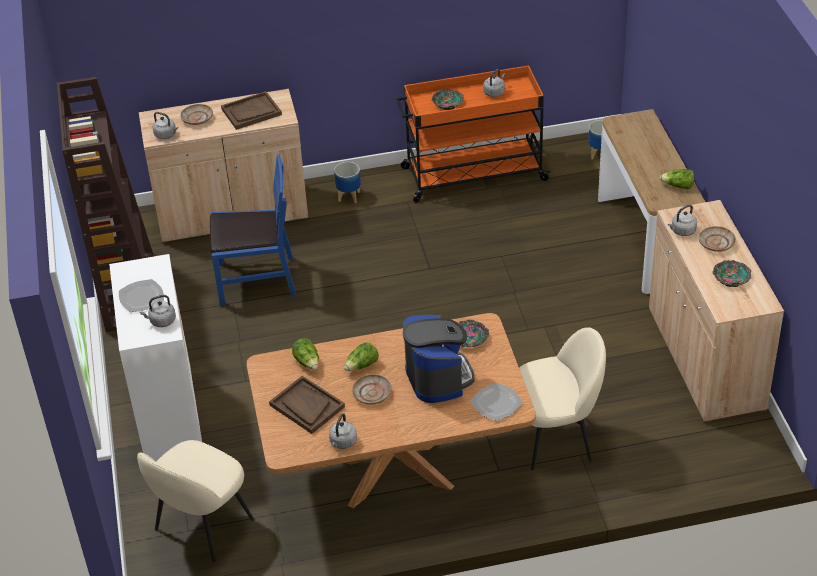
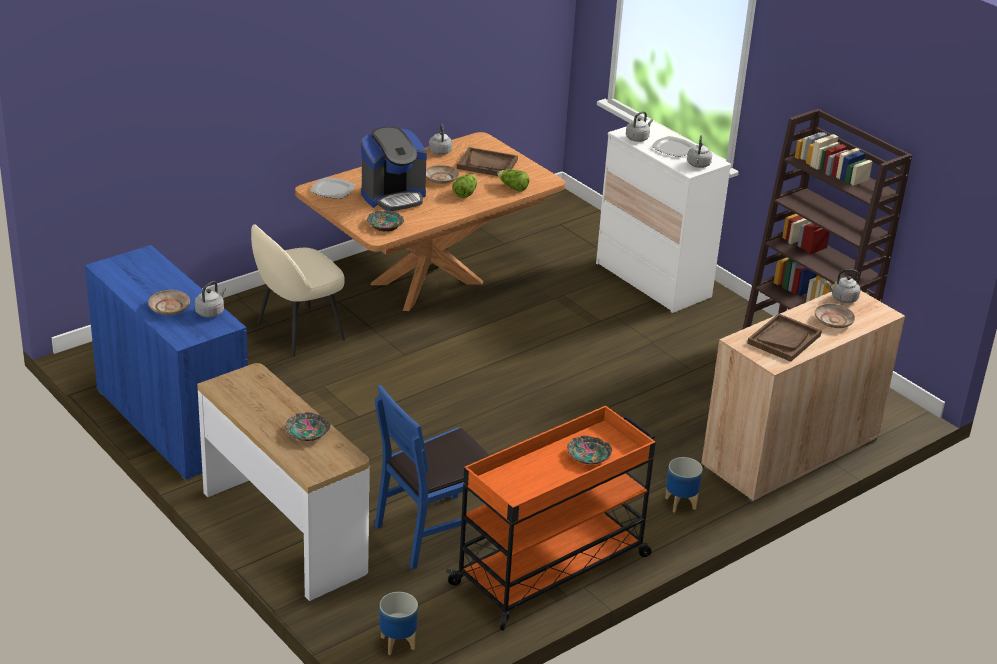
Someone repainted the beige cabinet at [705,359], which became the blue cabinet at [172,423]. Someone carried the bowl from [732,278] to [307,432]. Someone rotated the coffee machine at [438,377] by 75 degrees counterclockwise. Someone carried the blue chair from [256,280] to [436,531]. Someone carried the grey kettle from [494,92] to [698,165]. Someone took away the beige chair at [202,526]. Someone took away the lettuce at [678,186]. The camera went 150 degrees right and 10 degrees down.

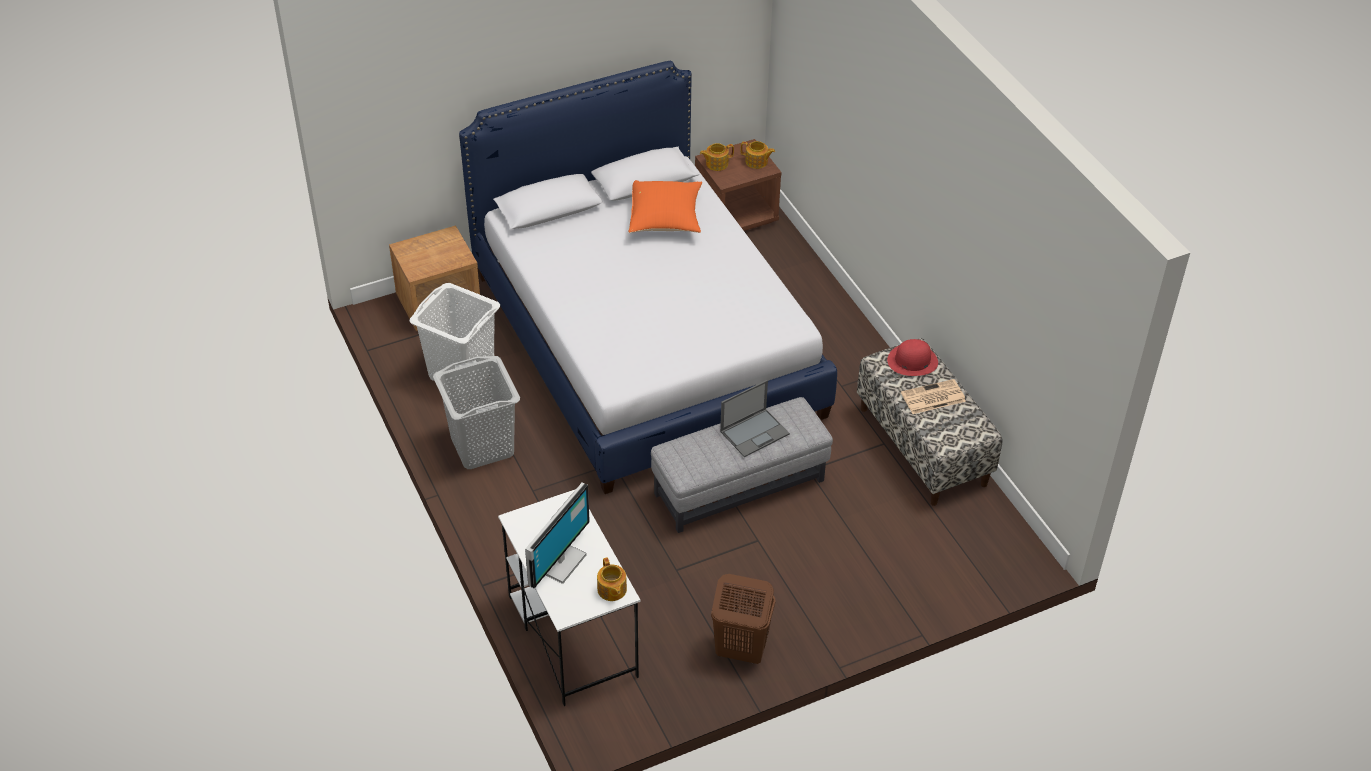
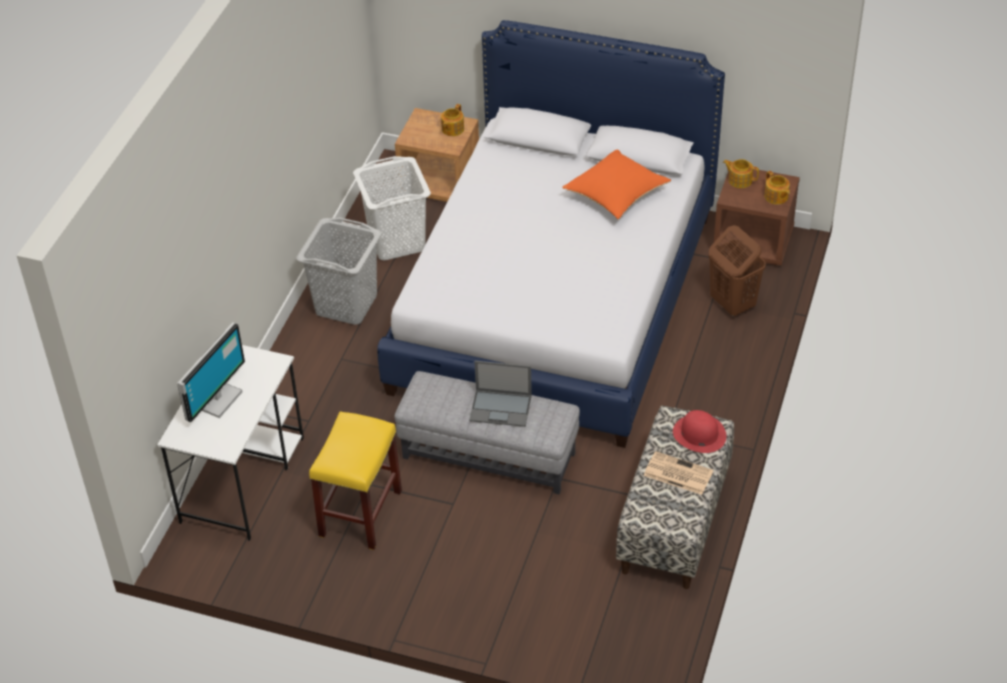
Someone rotated the monitor at [559,562] by 45 degrees counterclockwise. Someone put down the yellow stool at [361,514]. Someone carried the teapot from [611,590] to [452,129]. Someone carried the brown laundry basket from [740,650] to [732,304]. The camera went 45 degrees right and 0 degrees up.

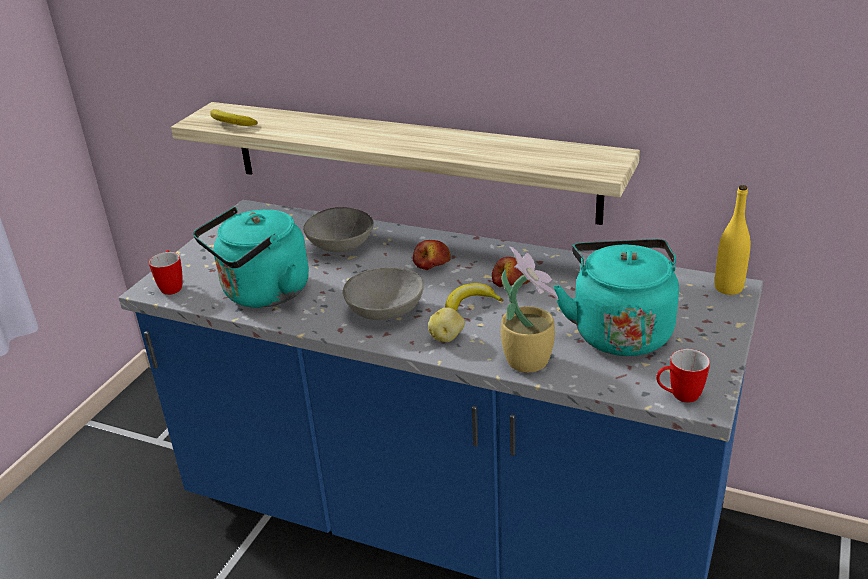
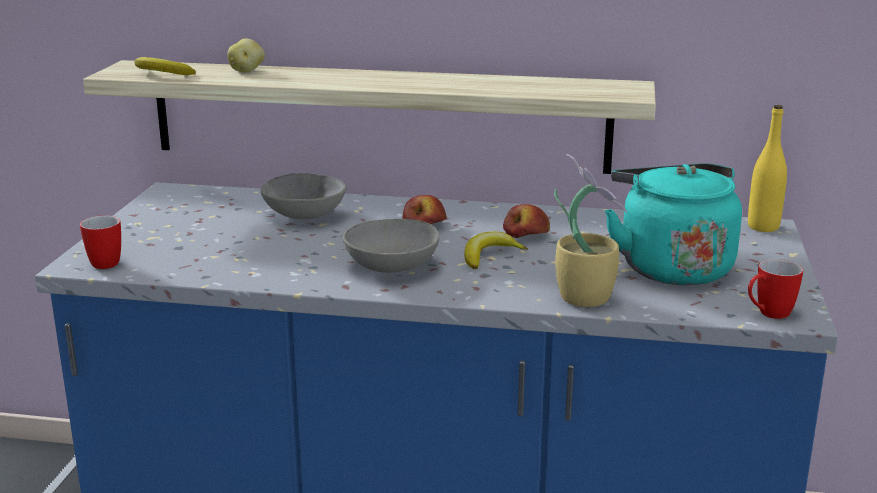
Someone carried the potato from [447,337] to [247,71]. Someone took away the turquoise kettle at [262,294]. The camera went 15 degrees left and 10 degrees down.

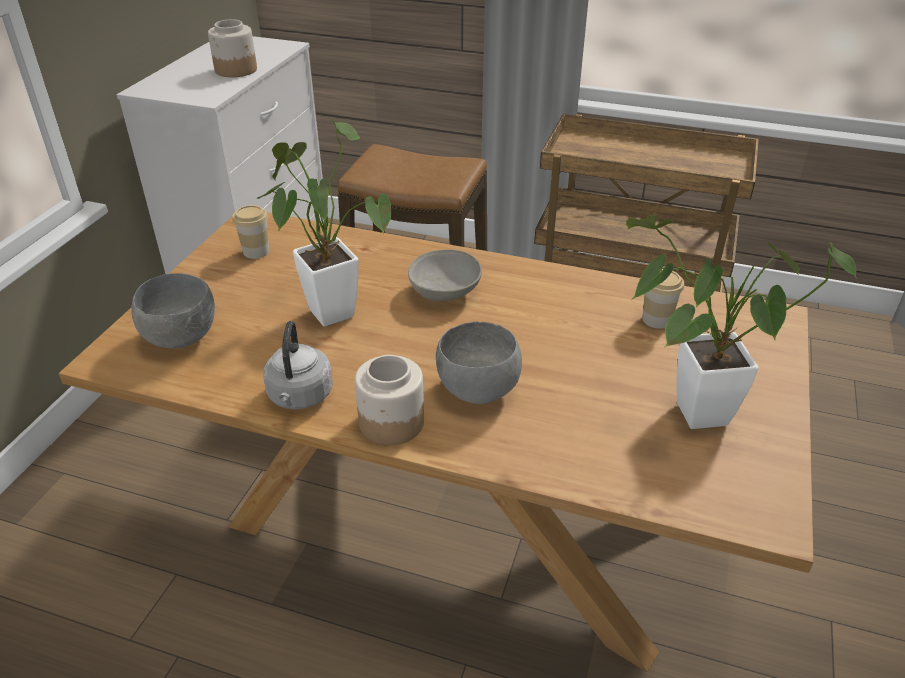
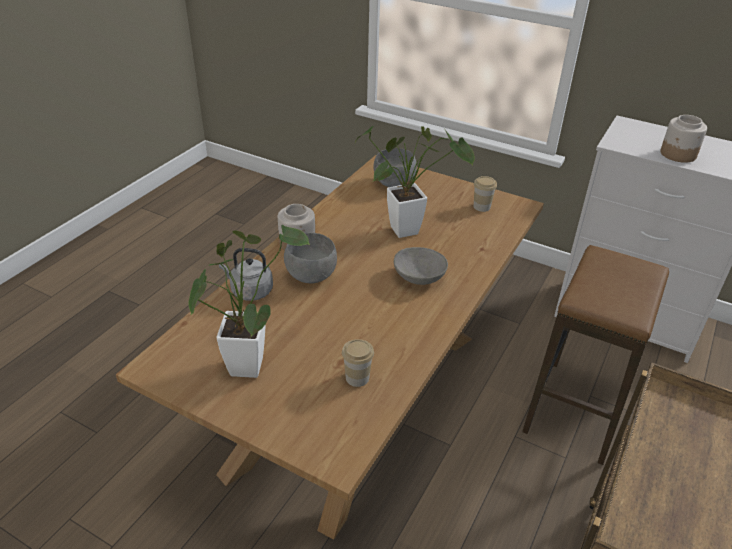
Someone carried the grey kettle from [300,397] to [249,291]. The camera went 100 degrees right and 0 degrees up.

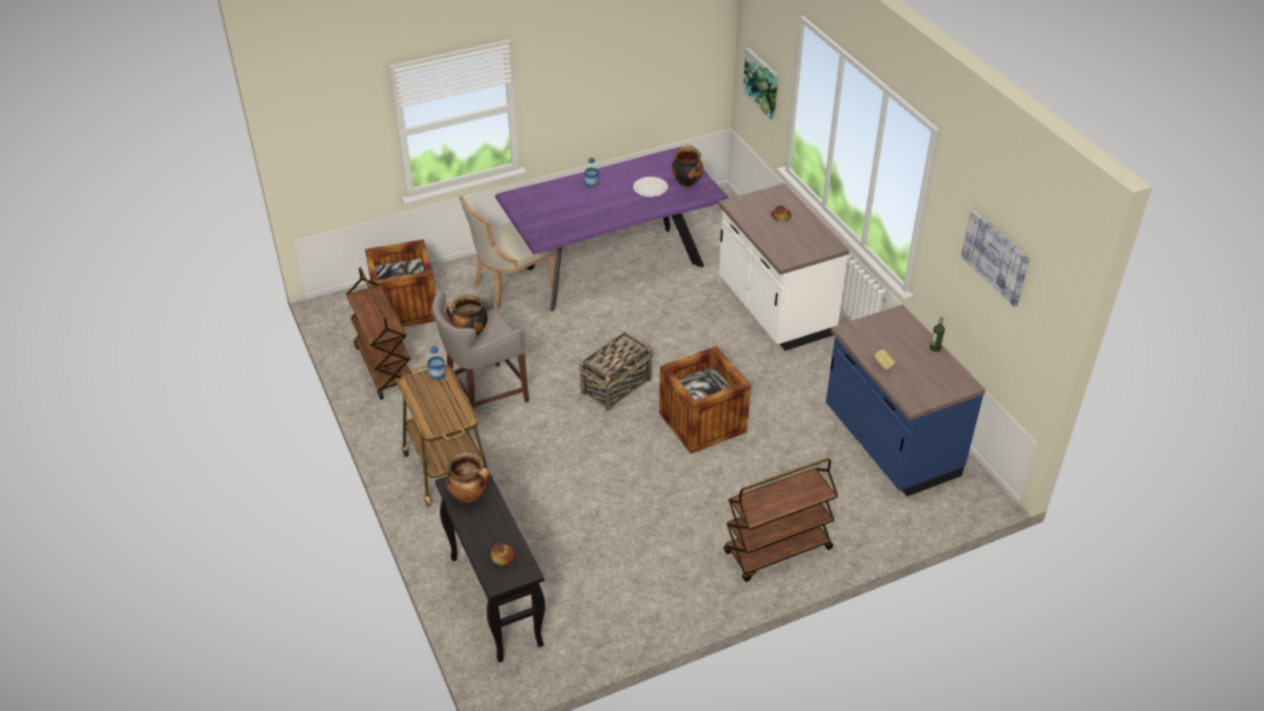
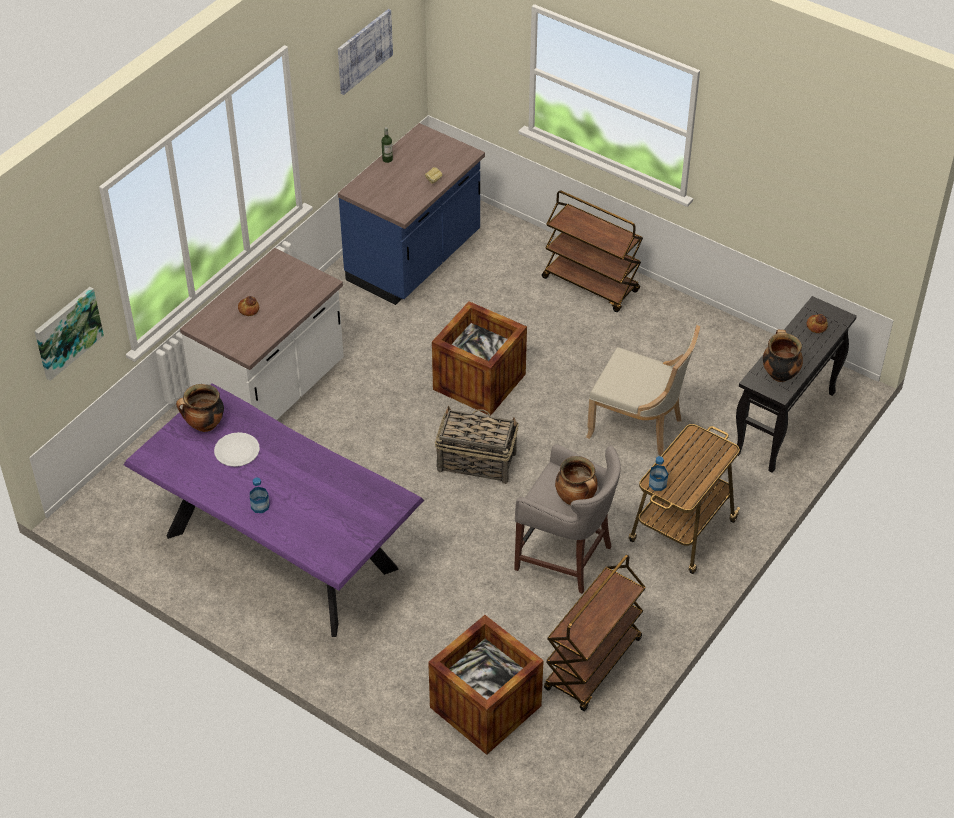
Someone carried the beige chair from [510,286] to [639,427]. The camera went 120 degrees left and 5 degrees up.

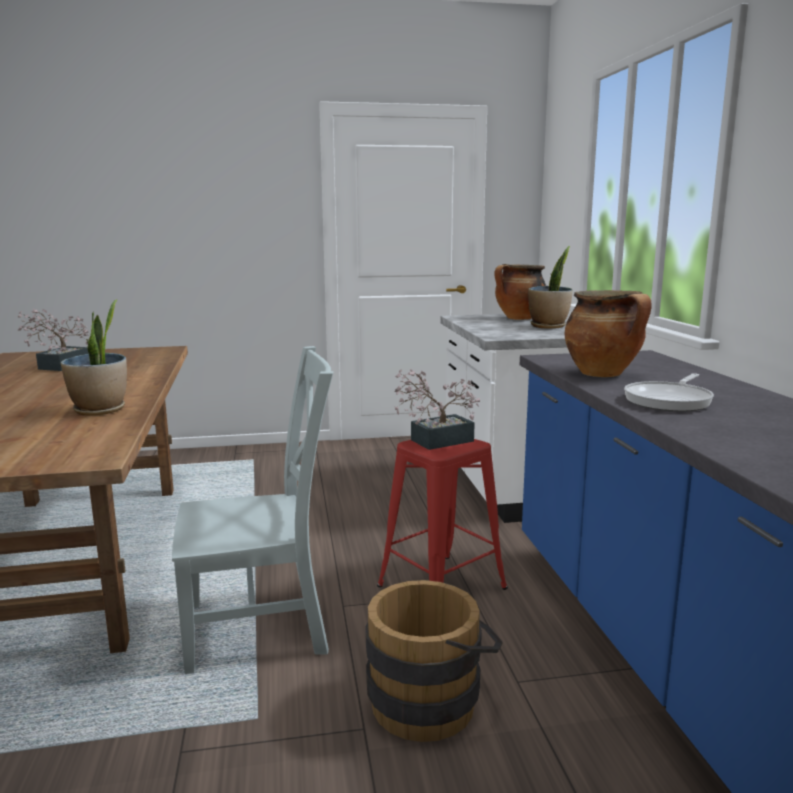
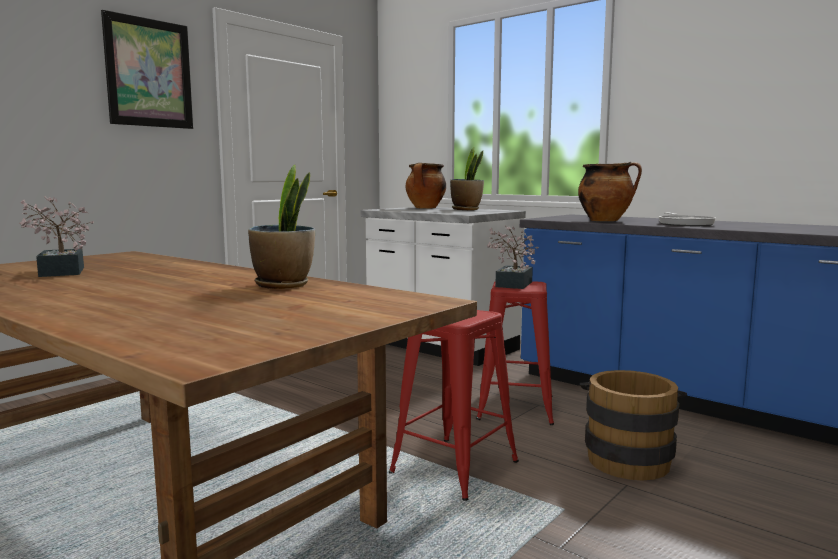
Someone put up the picture at [149,73]. Someone swapped the grey chair at [263,627] for the red stool at [455,467]. The camera went 40 degrees left and 5 degrees down.

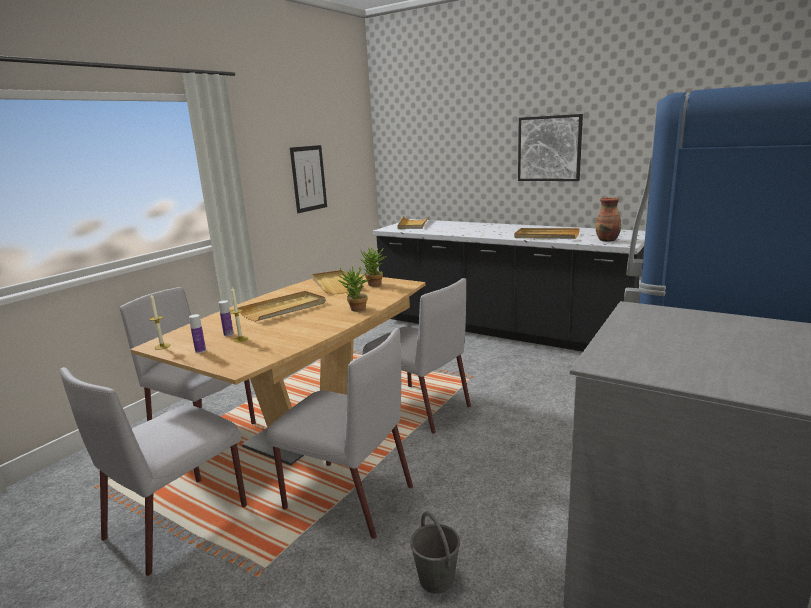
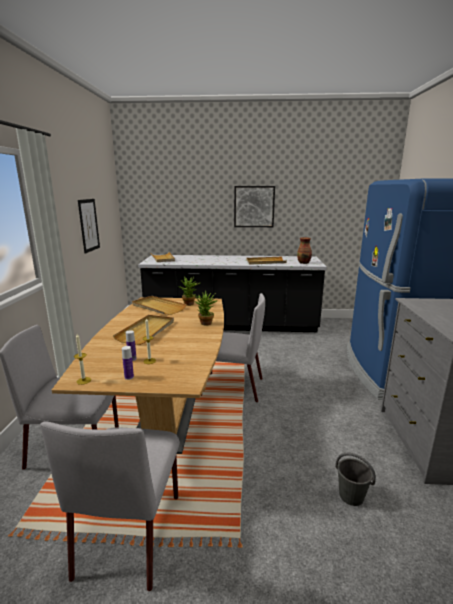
Someone took away the grey chair at [346,497]. The camera went 30 degrees left and 0 degrees up.

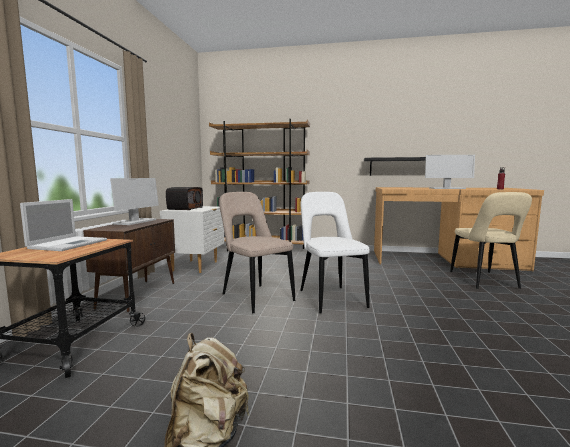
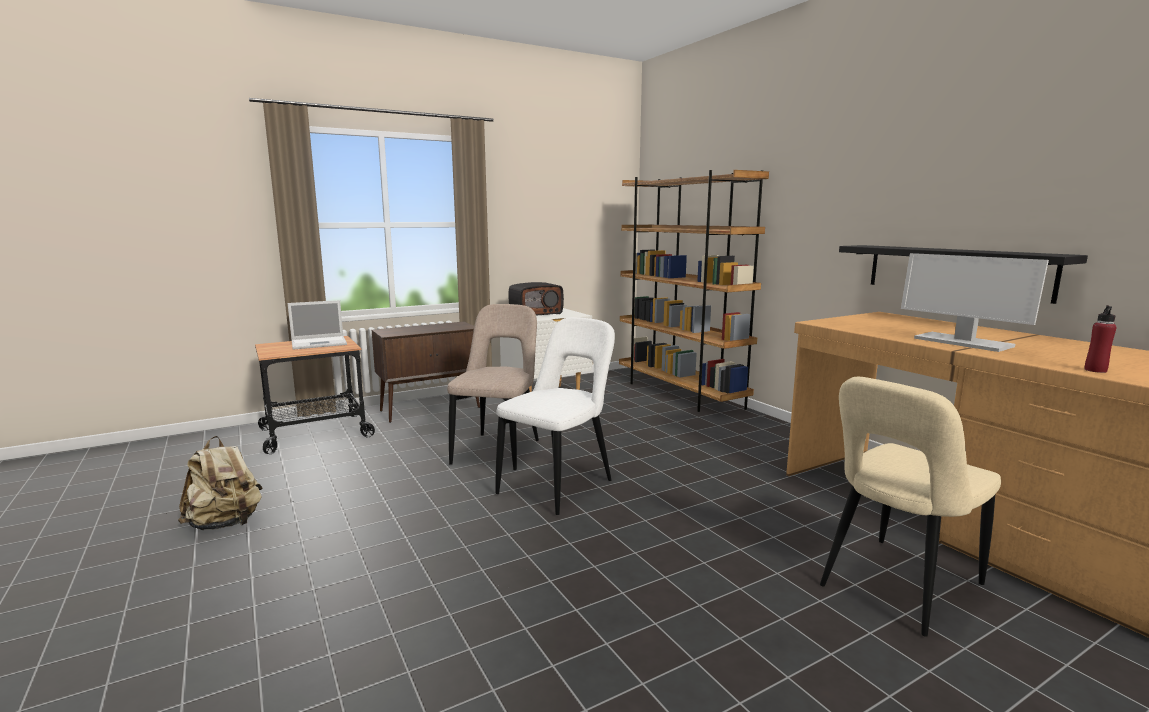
Someone took away the monitor at [135,222]. The camera went 50 degrees right and 5 degrees up.

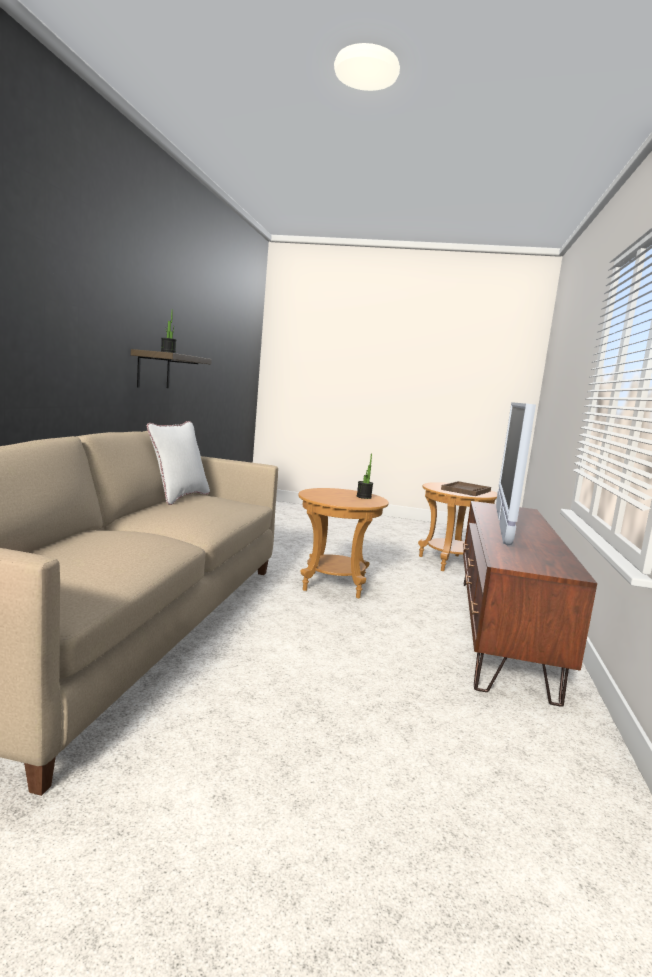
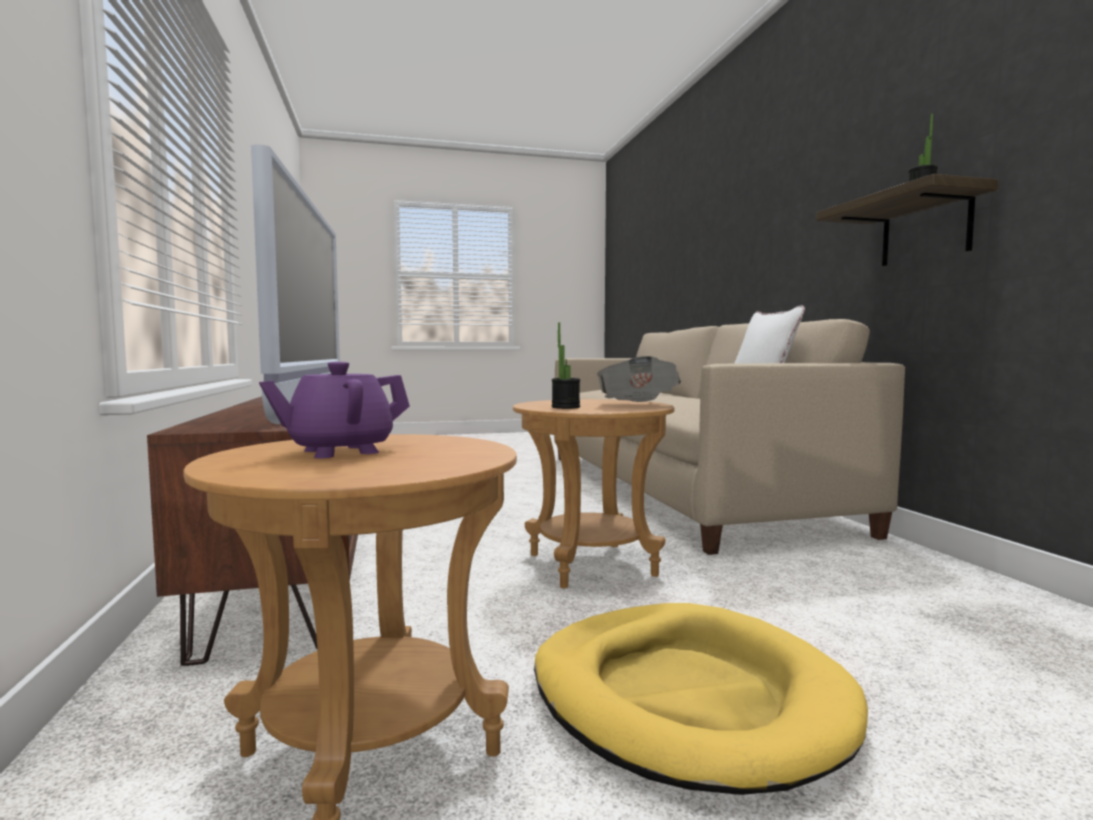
Someone swapped the brown tray at [466,490] for the purple teapot at [340,451]. Someone put down the yellow dog bed at [687,698]. Someone put down the newspaper at [638,405]. The camera went 155 degrees right and 5 degrees down.

